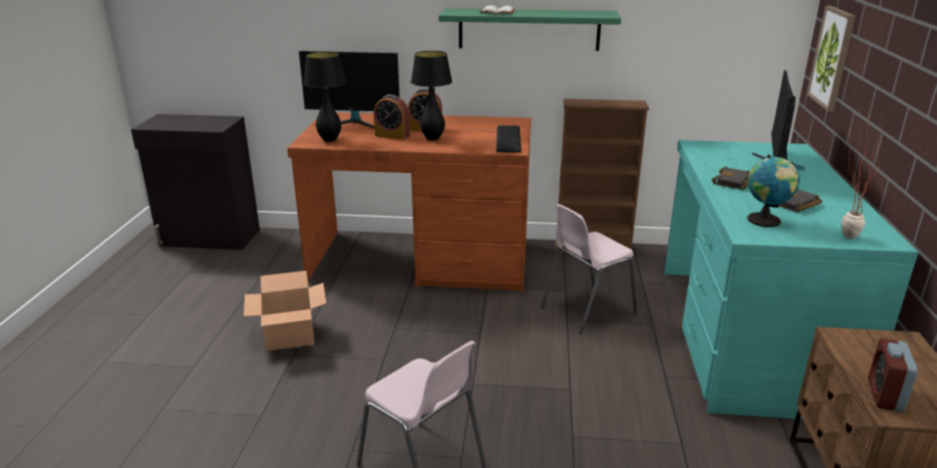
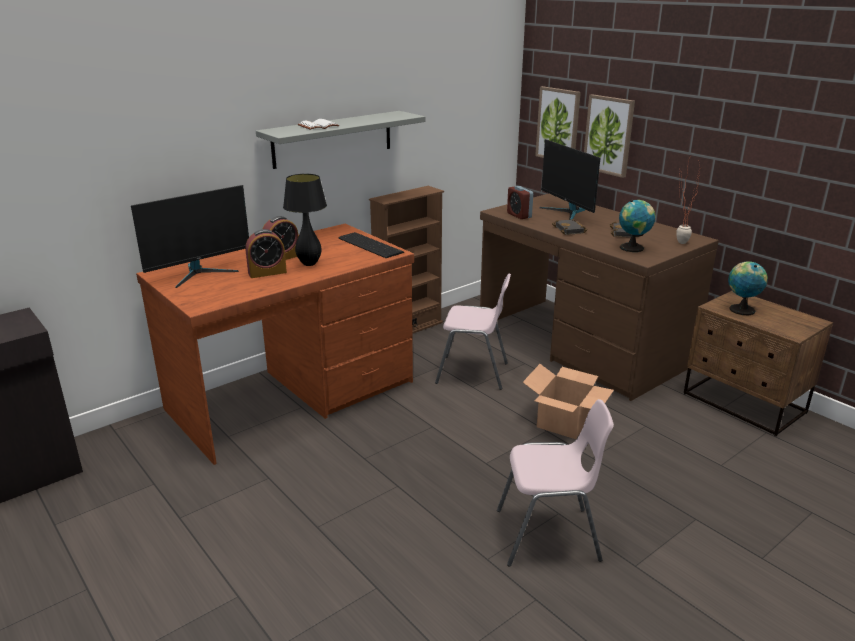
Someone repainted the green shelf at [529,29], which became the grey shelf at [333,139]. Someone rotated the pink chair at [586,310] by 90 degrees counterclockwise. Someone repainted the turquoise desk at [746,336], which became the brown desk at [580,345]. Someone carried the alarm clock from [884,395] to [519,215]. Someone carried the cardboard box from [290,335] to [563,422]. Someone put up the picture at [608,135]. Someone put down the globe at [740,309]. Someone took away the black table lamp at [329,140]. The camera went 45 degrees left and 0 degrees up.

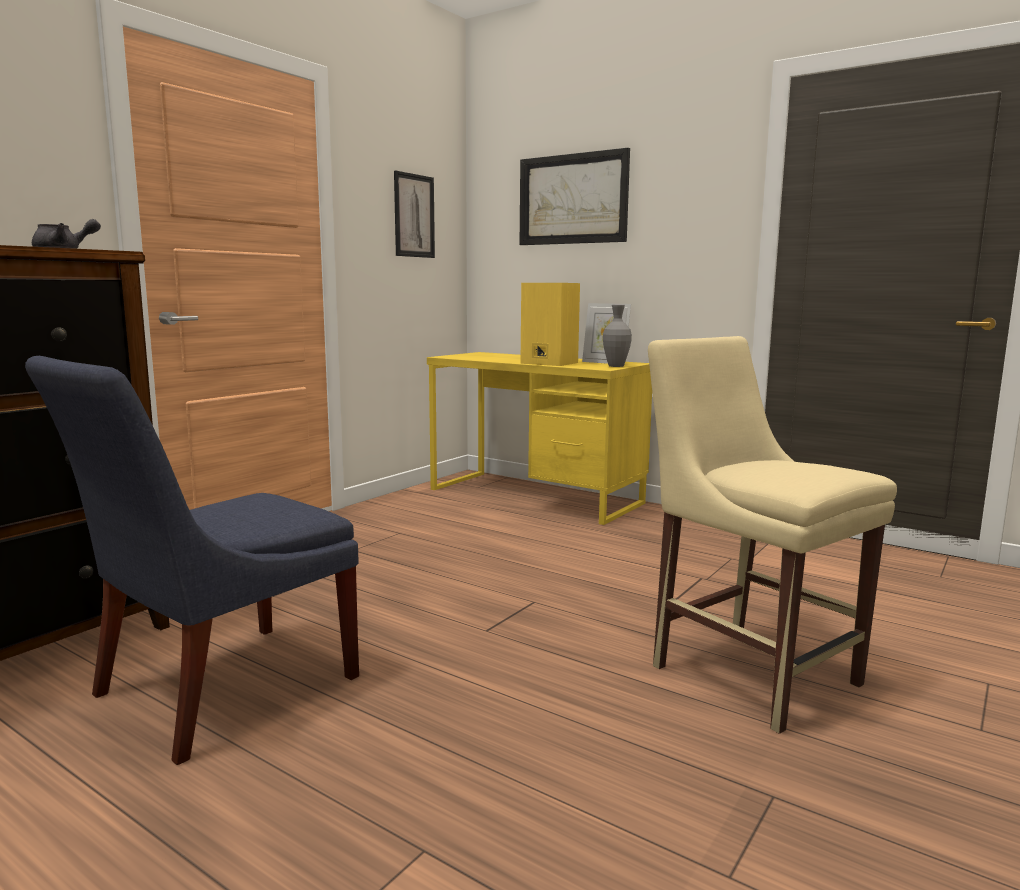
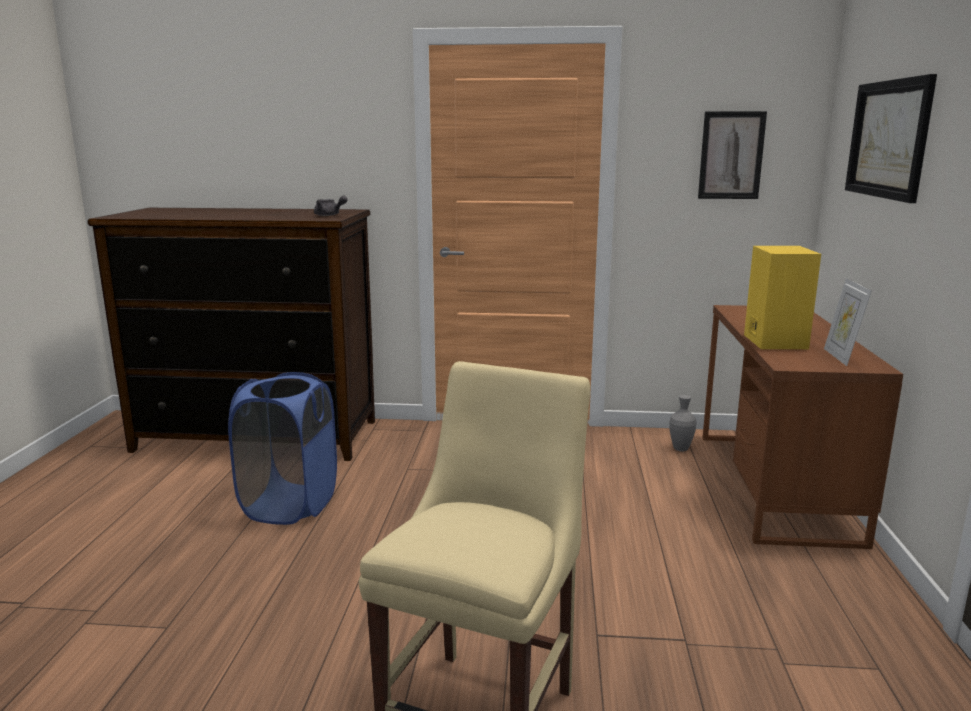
Someone swapped the blue chair at [216,690] for the blue laundry basket at [290,504]. Someone carried the grey vase from [616,366] to [680,449]. Someone repainted the yellow desk at [534,496], which became the brown desk at [773,485]. The camera went 60 degrees right and 5 degrees up.

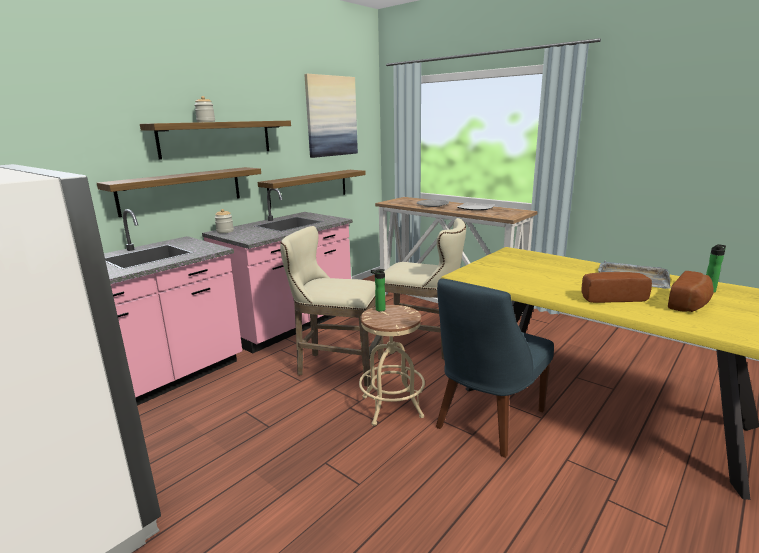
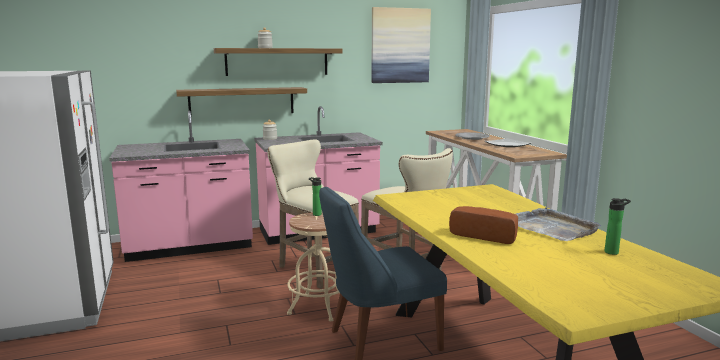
Someone took away the shelf at [308,188]. Someone took away the bread at [691,304]. The camera went 30 degrees right and 5 degrees down.

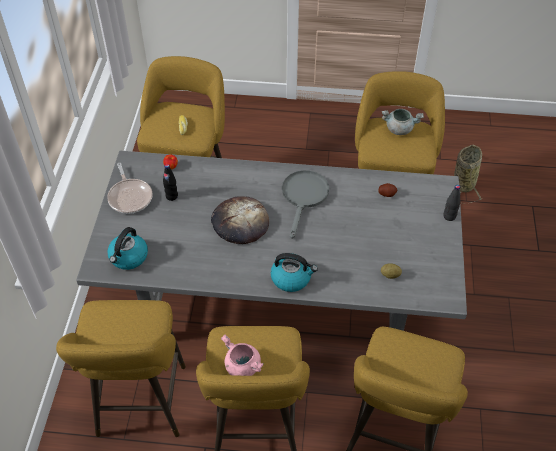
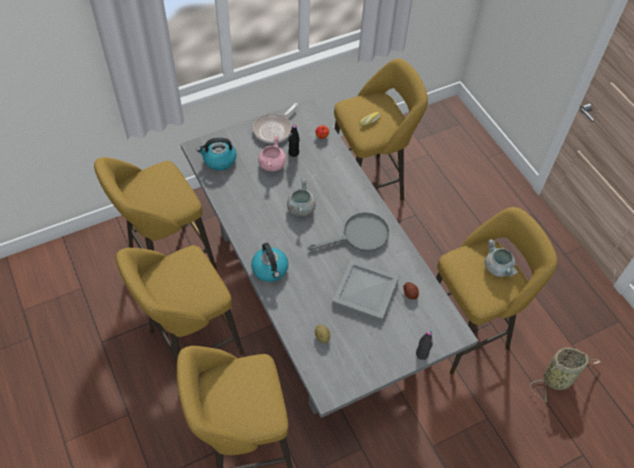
Someone carried the pink cooking pot from [242,366] to [271,164]. Someone swapped the bread at [240,222] for the grey cooking pot at [300,208]. Someone put down the grey tray at [365,291]. The camera went 55 degrees right and 5 degrees up.

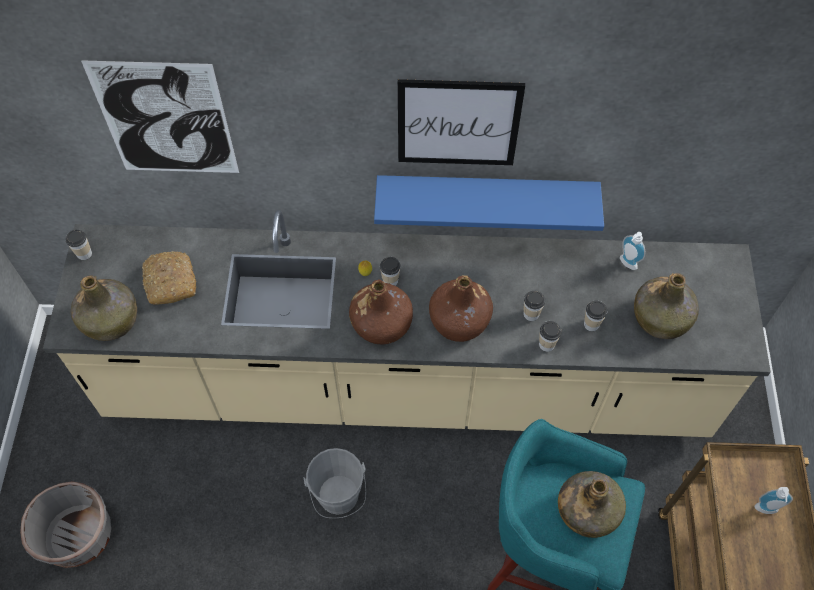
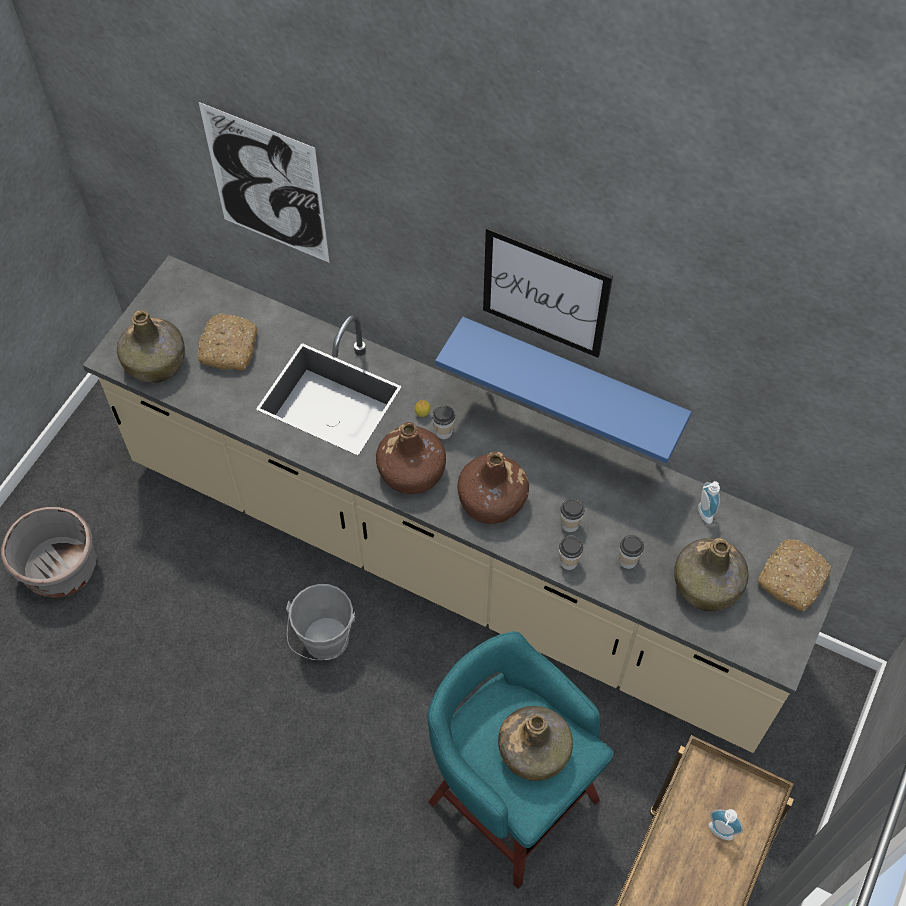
Someone put down the bread at [792,577]. Someone took away the cup at [84,253]. The camera went 25 degrees right and 0 degrees up.

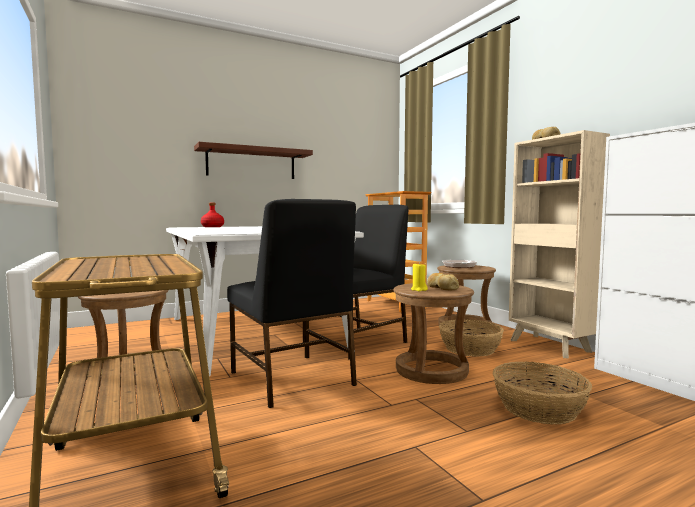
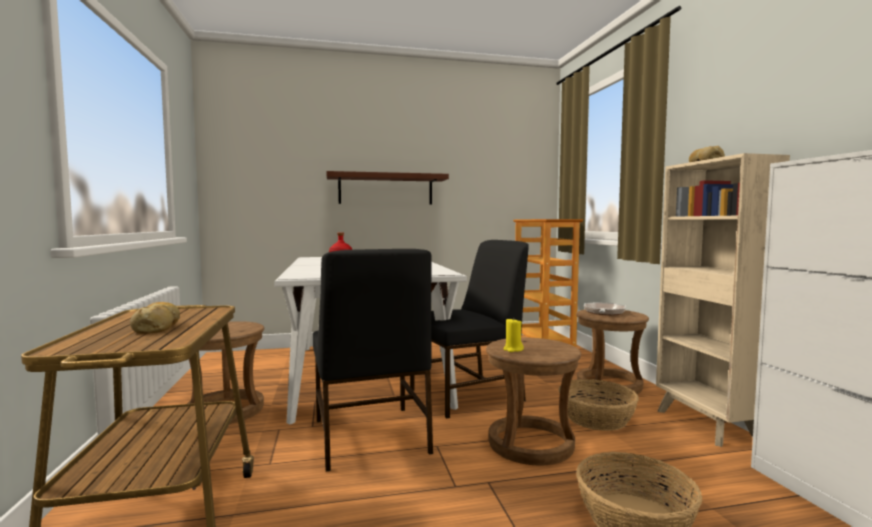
Someone carried the bread from [442,287] to [157,327]. The camera went 15 degrees right and 0 degrees up.

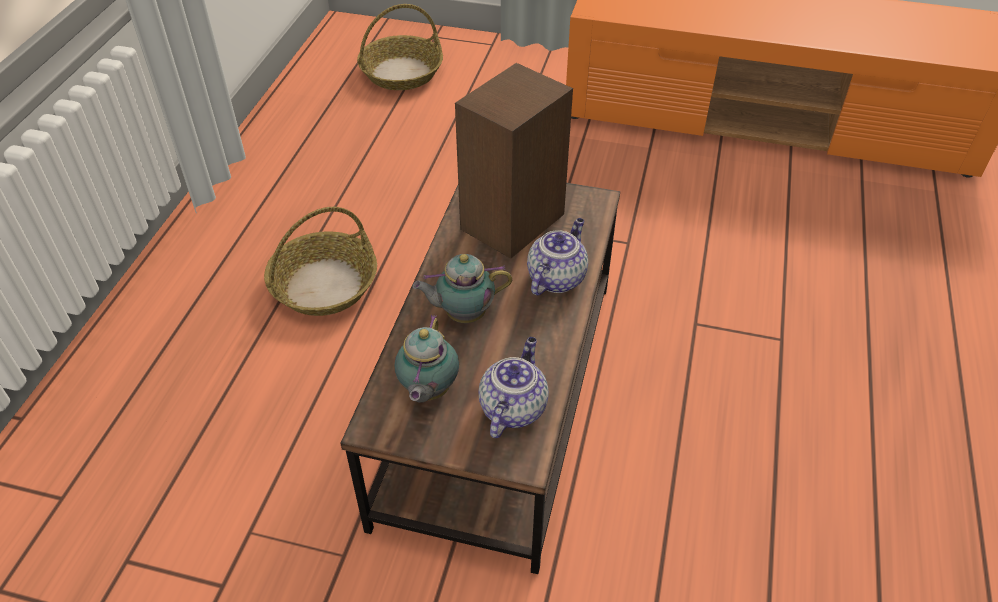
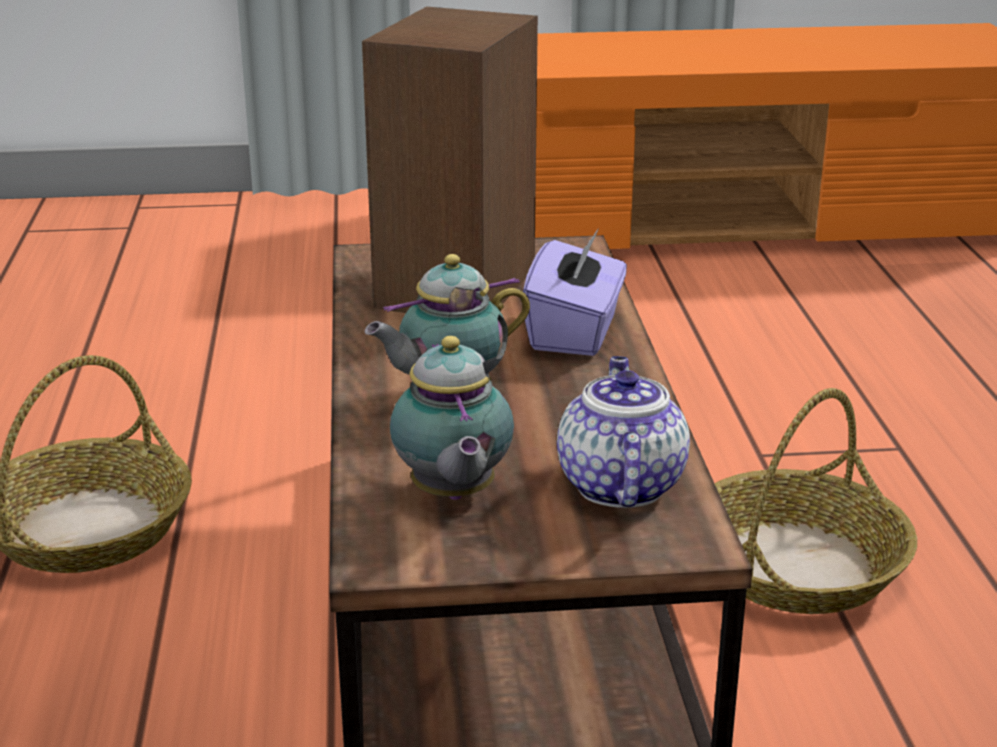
Someone swapped the teapot at [556,277] for the purple tissue box at [575,332]. Someone carried the basket from [401,73] to [796,566]. The camera went 20 degrees left and 20 degrees down.

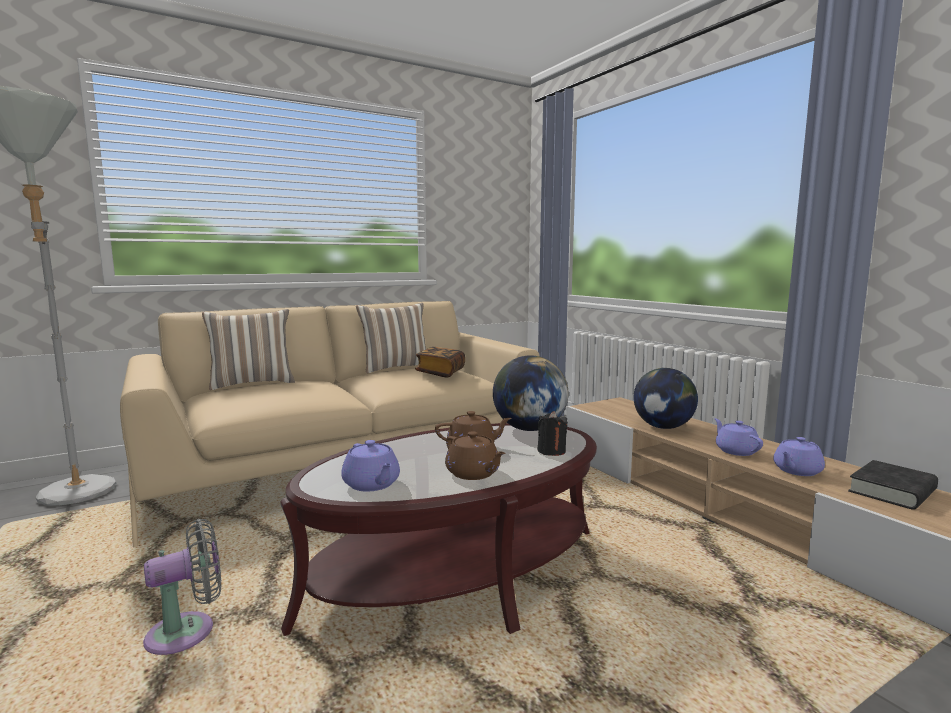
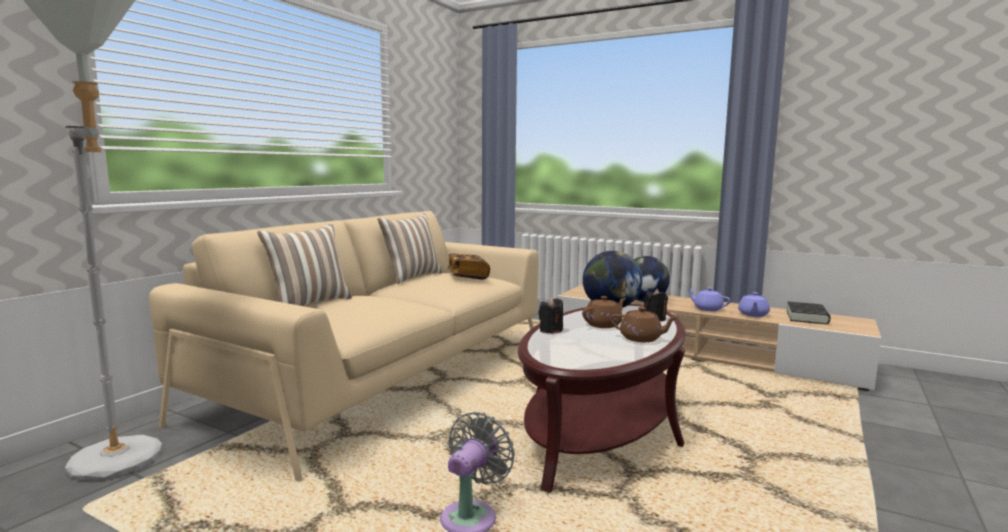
Someone put down the black candle at [551,330]. Someone took away the purple teapot at [372,484]. The camera went 30 degrees left and 0 degrees up.

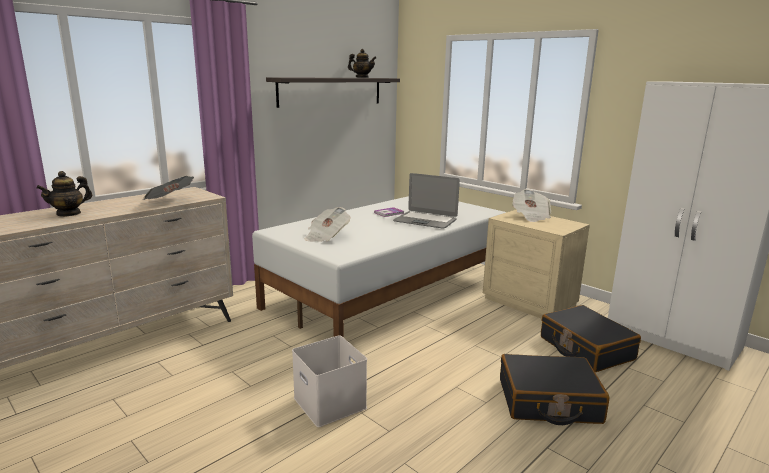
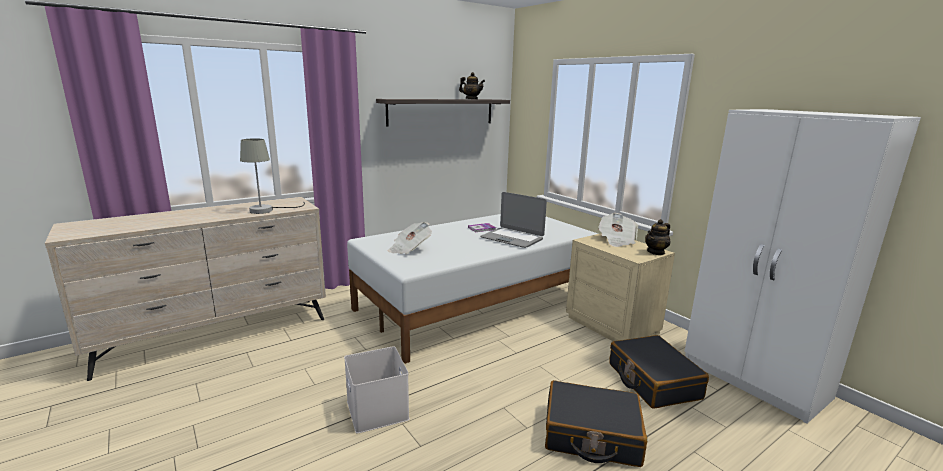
Someone swapped the newspaper at [169,201] for the grey table lamp at [268,210]. Someone carried the teapot from [69,213] to [656,252]. The camera went 10 degrees right and 0 degrees up.

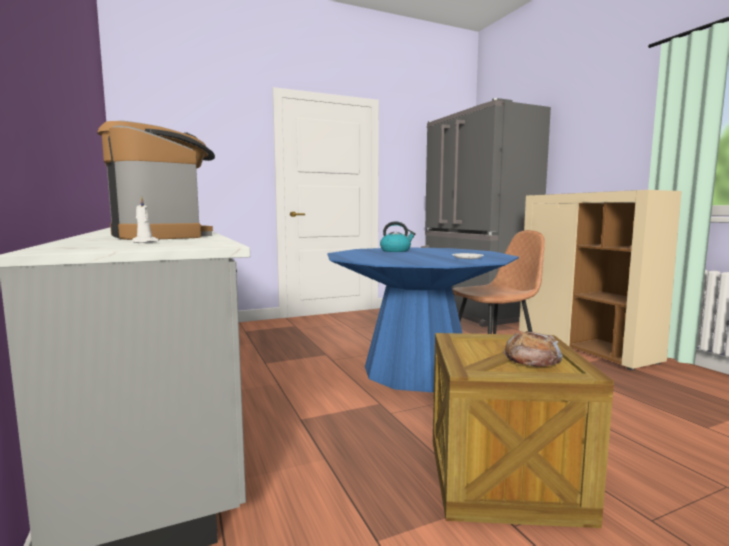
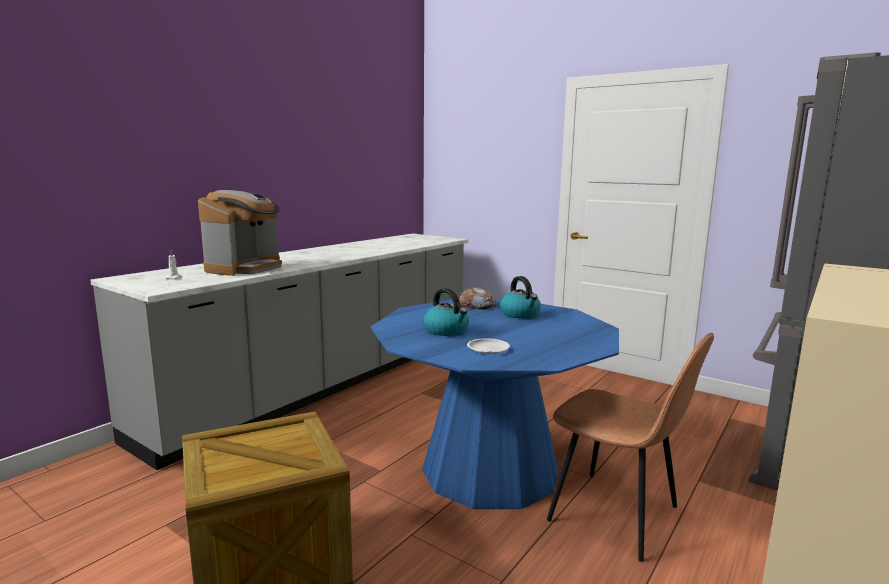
Someone put down the kettle at [447,331]. Someone carried the bread from [532,357] to [476,305]. The camera went 60 degrees right and 5 degrees up.

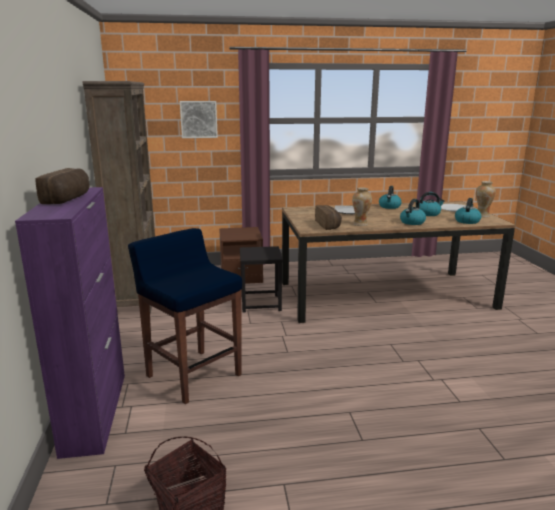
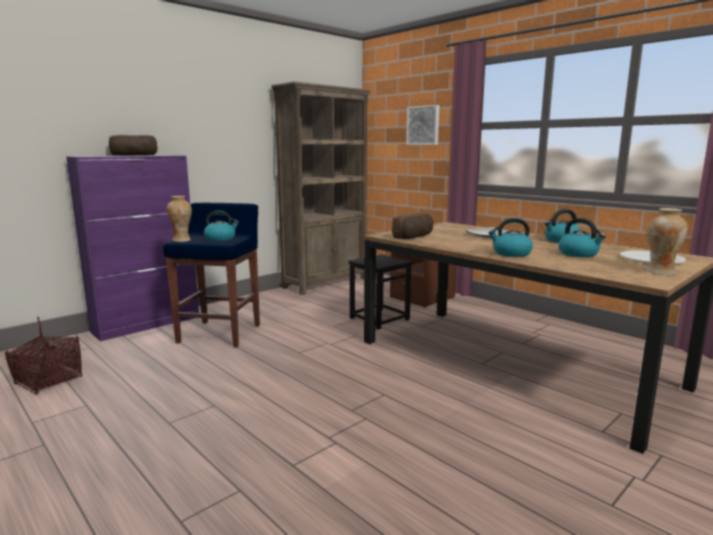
Someone carried the vase from [360,224] to [181,240]. Someone carried the kettle from [467,221] to [220,239]. The camera went 55 degrees right and 5 degrees down.

